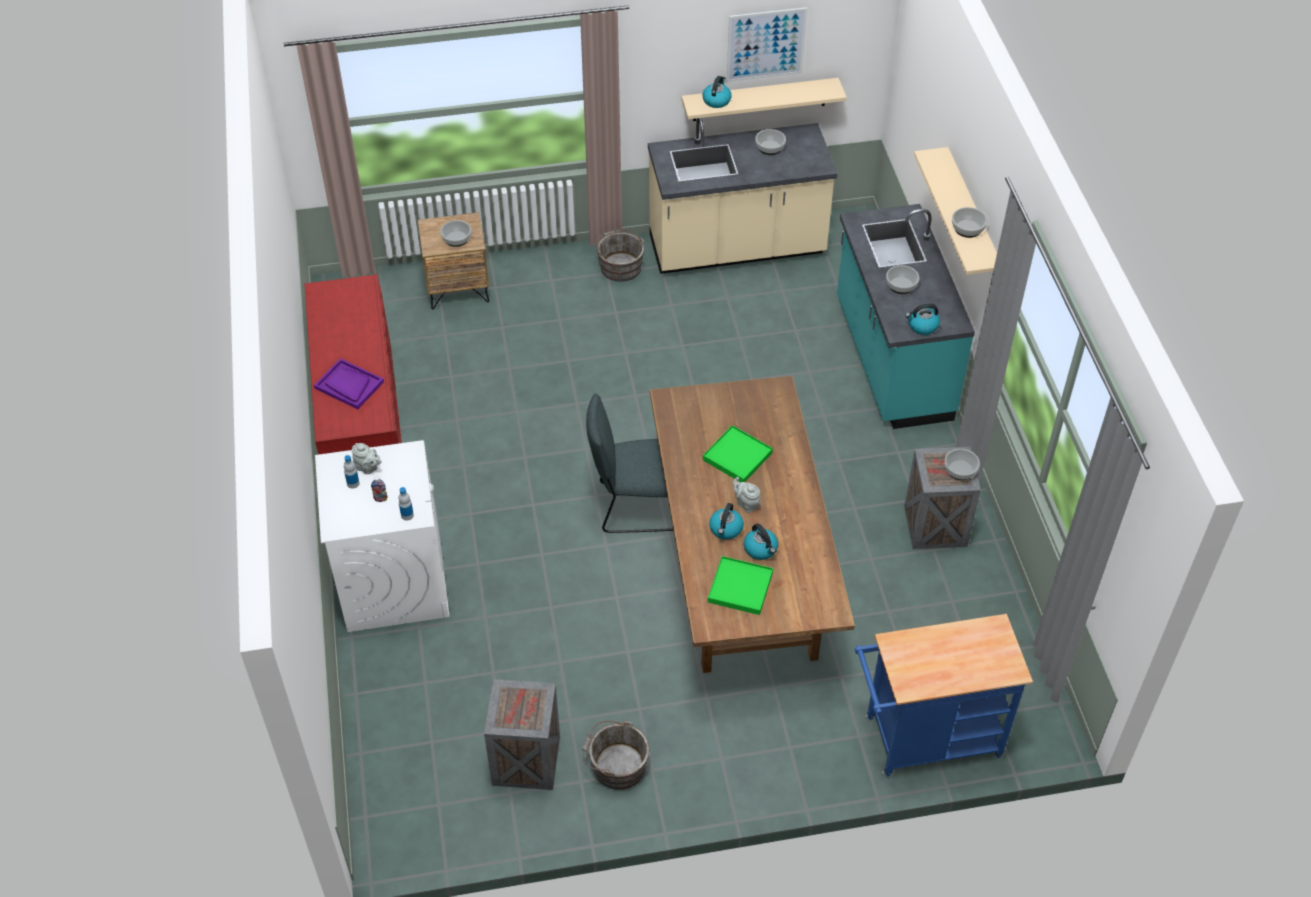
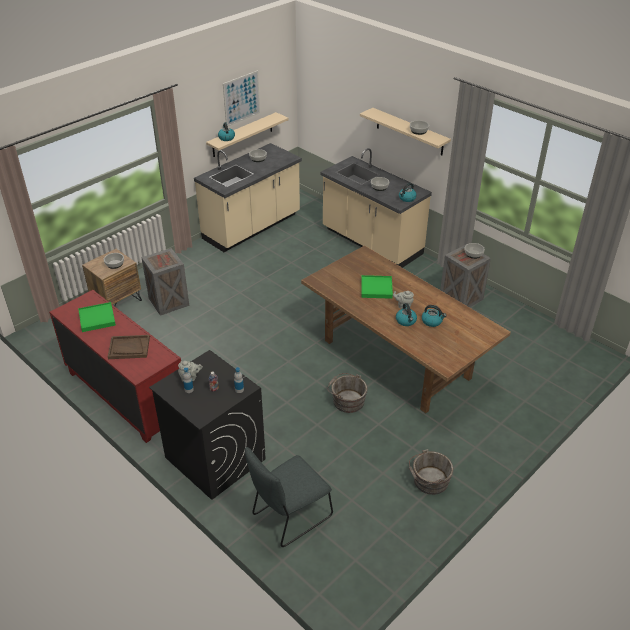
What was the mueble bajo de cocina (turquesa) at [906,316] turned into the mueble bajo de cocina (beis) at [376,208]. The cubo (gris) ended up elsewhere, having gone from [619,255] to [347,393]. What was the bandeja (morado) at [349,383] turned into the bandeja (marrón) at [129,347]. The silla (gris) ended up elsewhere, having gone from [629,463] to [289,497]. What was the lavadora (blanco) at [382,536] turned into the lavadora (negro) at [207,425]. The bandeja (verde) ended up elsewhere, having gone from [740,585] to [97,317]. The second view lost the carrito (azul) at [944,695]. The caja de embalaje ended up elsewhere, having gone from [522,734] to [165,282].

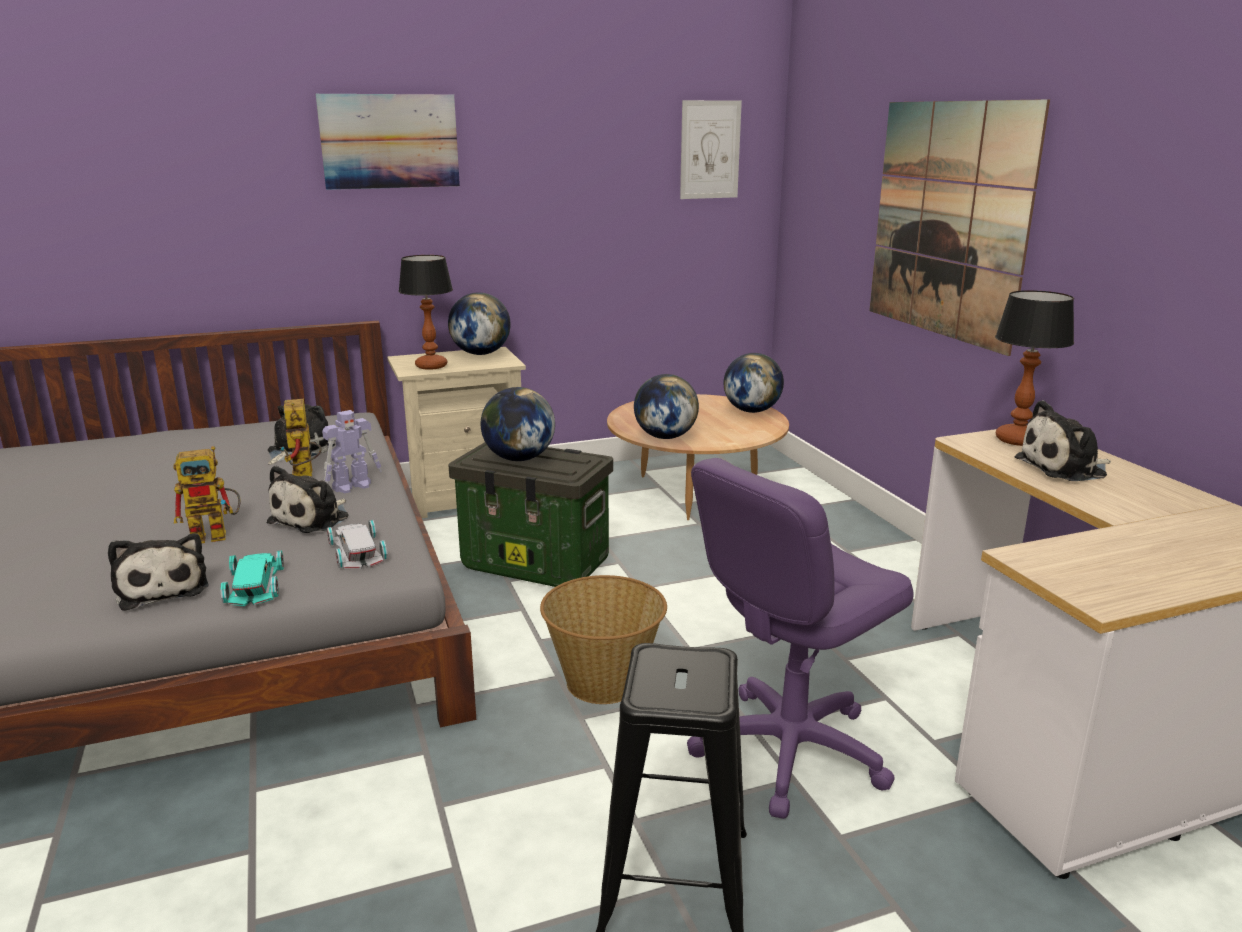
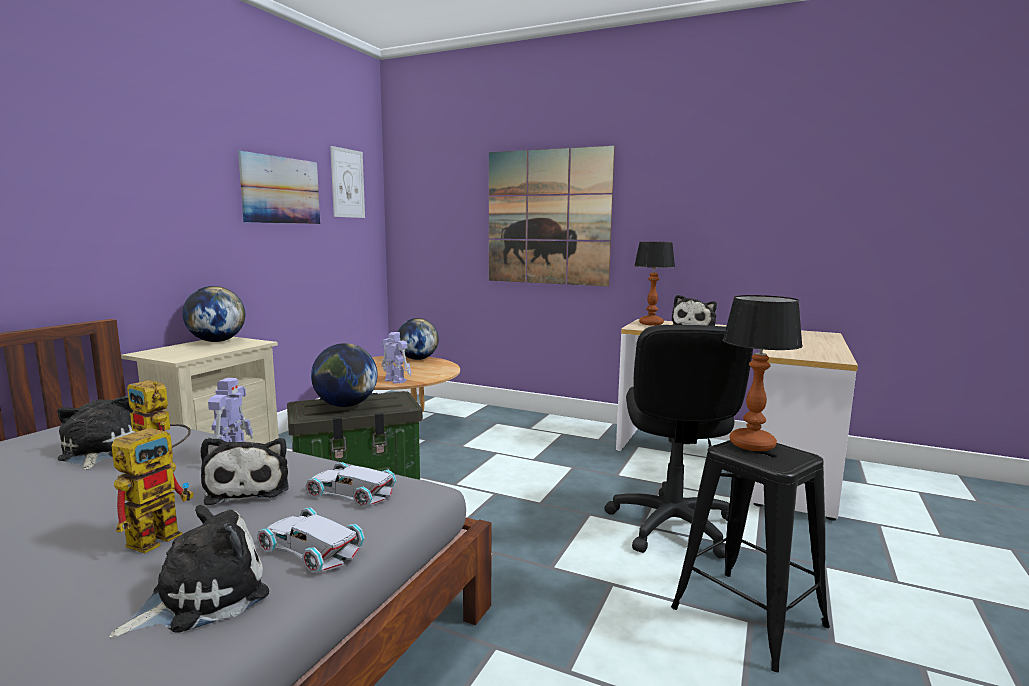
The cuadro ended up elsewhere, having gone from [388,142] to [279,187]. The lámpara de mesa ended up elsewhere, having gone from [425,312] to [763,373]. Where the globo terráqueo stood at [666,406], the robot de juguete came to stand at [396,358]. What was the silla de oficina (morado) at [800,638] turned into the silla de oficina (negro) at [678,441]. The peluche at [158,572] ended up facing another way, 60 degrees counterclockwise from before. What was the coche de juguete (turquesa) at [252,578] turned into the coche de juguete (blanco) at [311,540]. The second view lost the cesta at [603,639].

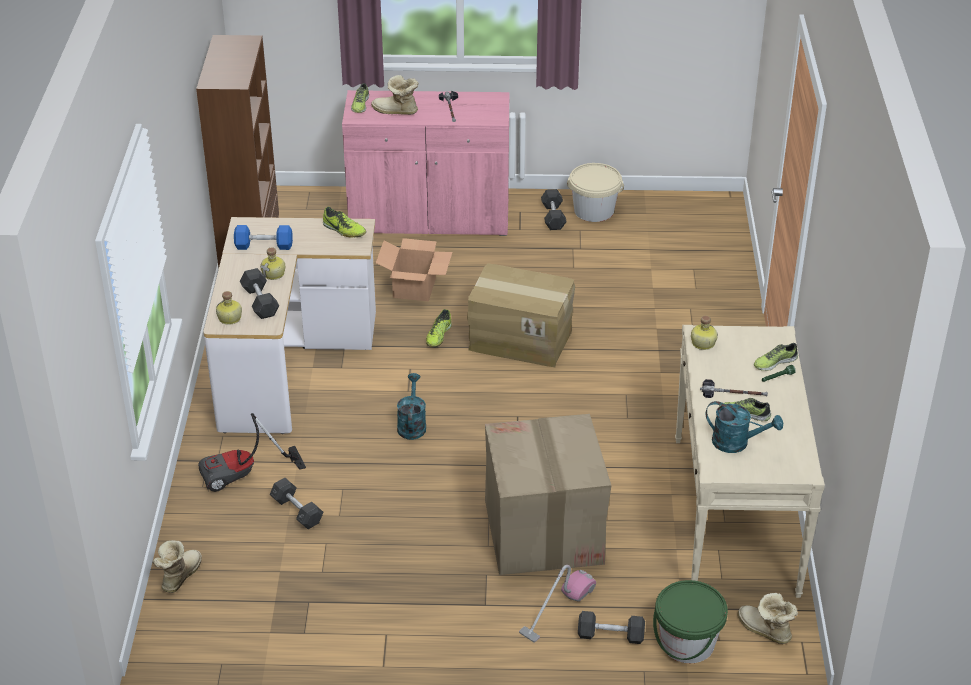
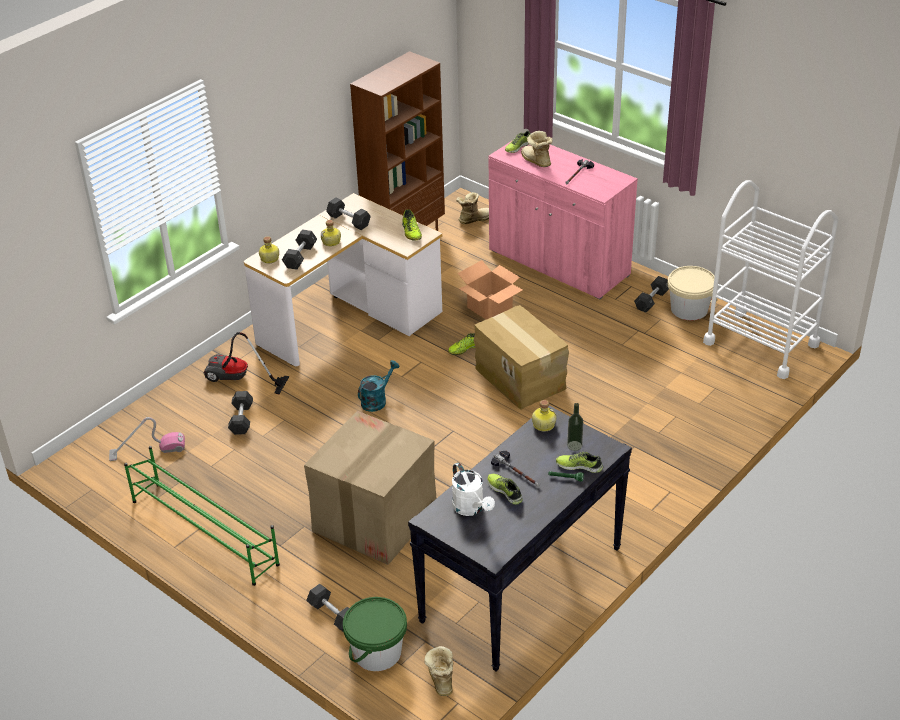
What was the mancuerna (azul) at [263,237] turned into the mancuerna (gris) at [348,213]. What was the mesa consola (beis) at [750,461] turned into the mesa consola (negro) at [520,538]. What was the regadera (turquesa) at [744,427] turned into the regadera (blanco) at [473,489]. The bota ended up elsewhere, having gone from [177,566] to [472,208]. The aspiradora ended up elsewhere, having gone from [557,603] to [147,439]. The second view gained the carrito (blanco) at [771,279]. The second view gained the botella at [575,427]. The second view gained the zapatero (verde) at [202,516].

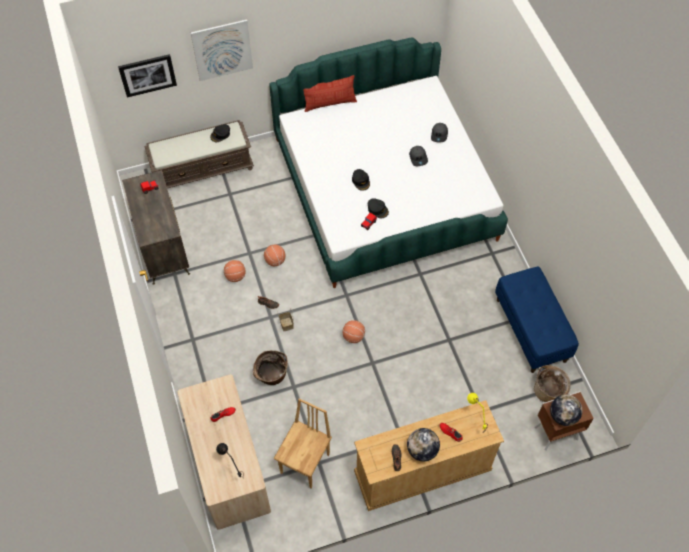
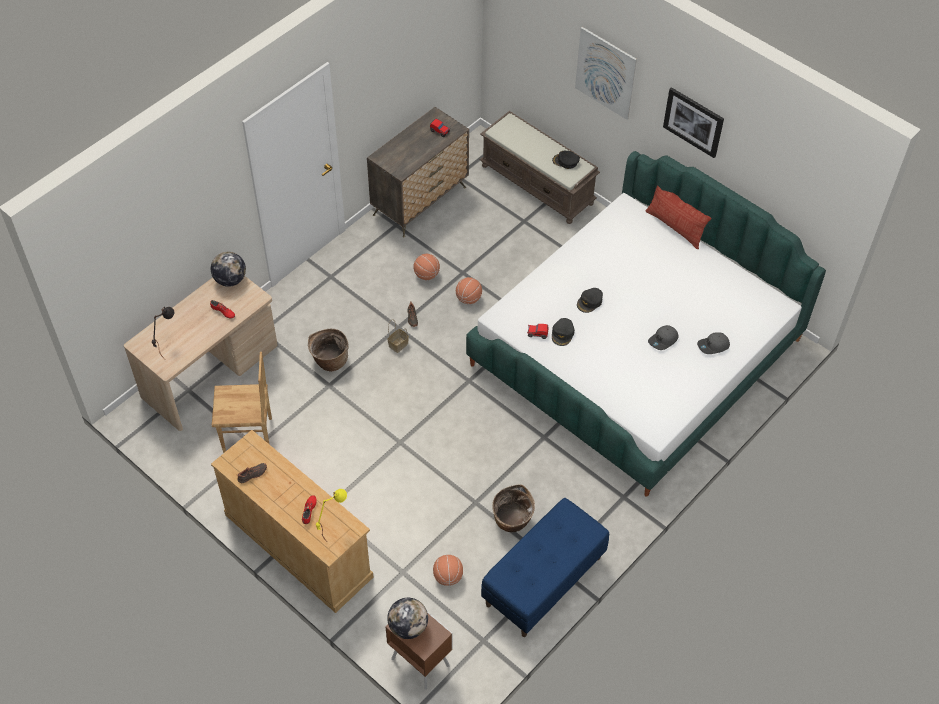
The cuadro ended up elsewhere, having gone from [147,76] to [693,122]. The balón de baloncesto ended up elsewhere, having gone from [354,331] to [448,570]. The cesta ended up elsewhere, having gone from [552,383] to [513,508]. The globo terráqueo ended up elsewhere, having gone from [423,444] to [228,269].

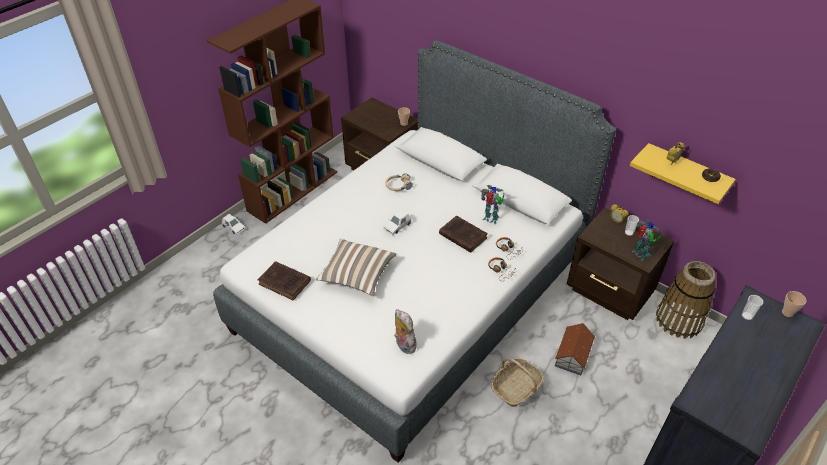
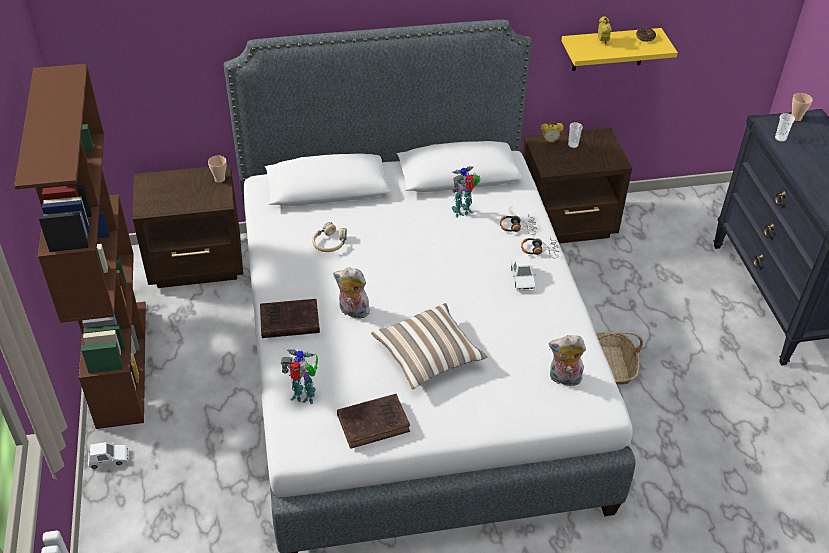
The coche de juguete (blanco) ended up elsewhere, having gone from [397,222] to [523,273]. The libro (marrón) ended up elsewhere, having gone from [463,234] to [290,318]. The robot de juguete ended up elsewhere, having gone from [647,240] to [299,376]. The second view lost the cesta at [686,300]. The second view lost the casita at [575,349]. The second view gained the peluche at [351,293].

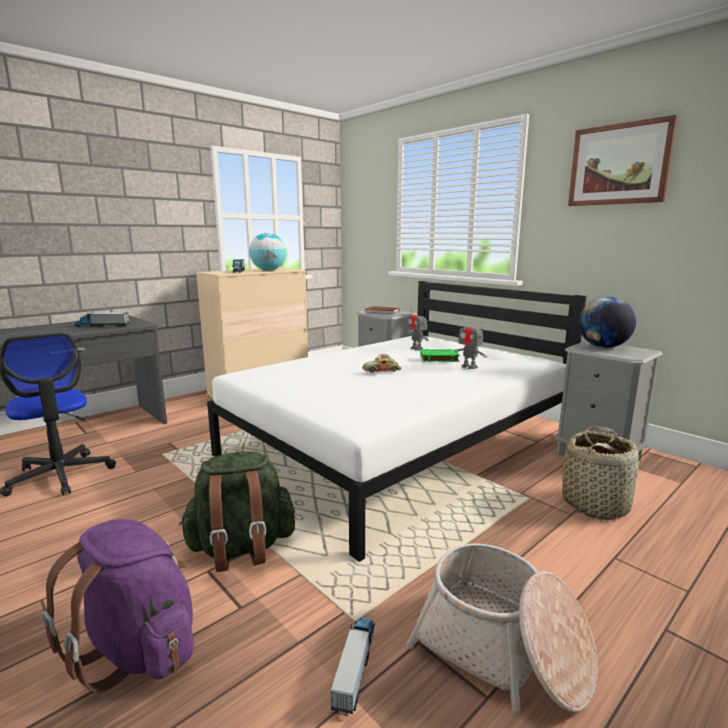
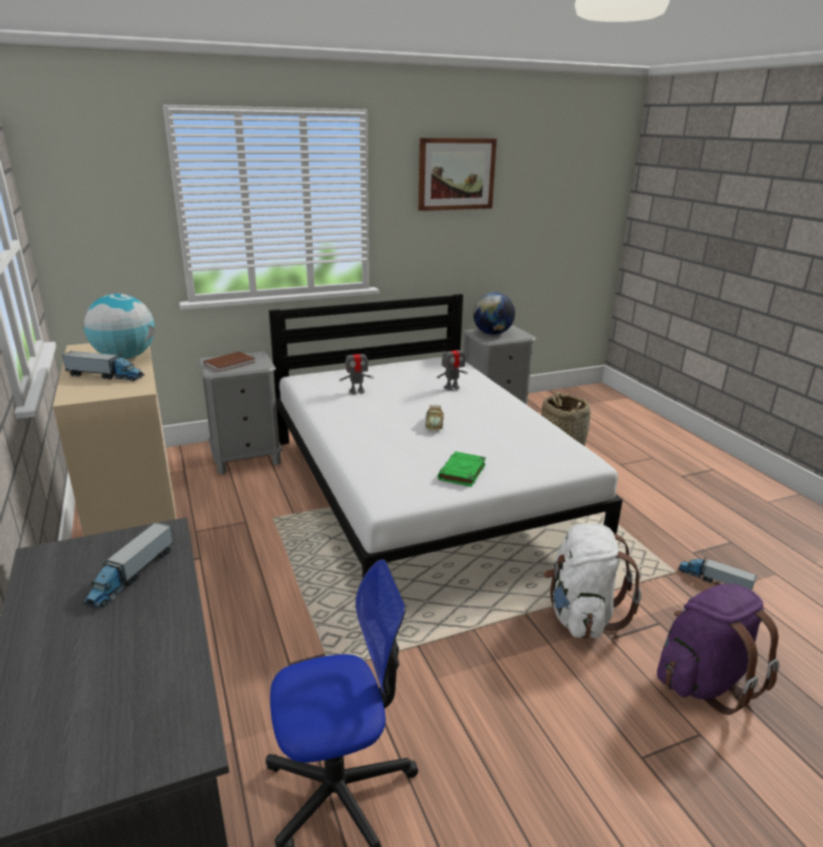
The libro (verde) ended up elsewhere, having gone from [440,355] to [462,469]. What was the mochila (verde) at [237,512] turned into the mochila (blanco) at [592,581]. The second view lost the cesta at [502,627].

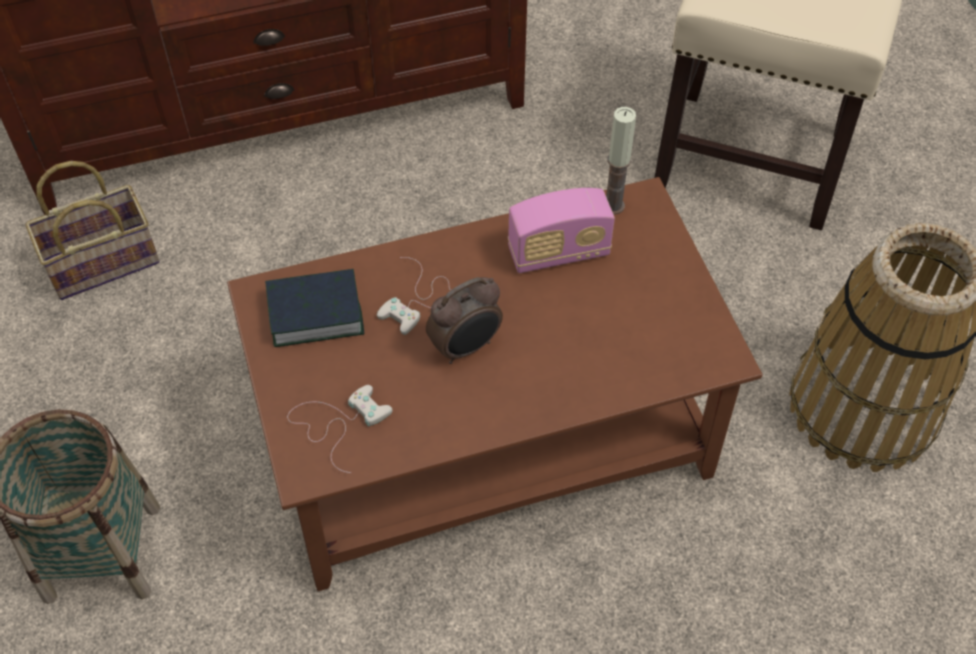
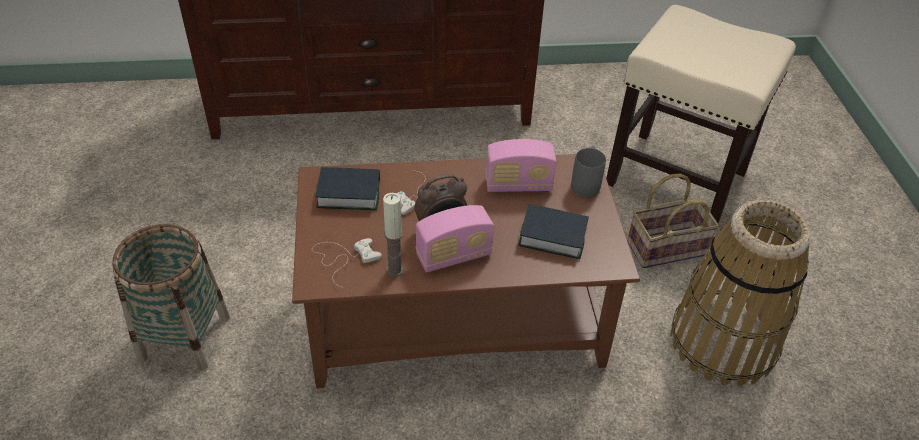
The vela ended up elsewhere, having gone from [621,161] to [393,235]. The cesta ended up elsewhere, having gone from [92,230] to [673,220]. The second view gained the taza grande (gris) at [588,171]. The second view gained the libro at [553,231]. The second view gained the radio at [455,238].

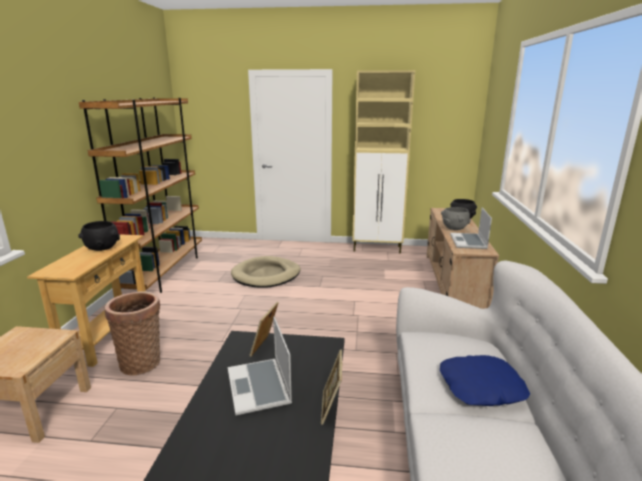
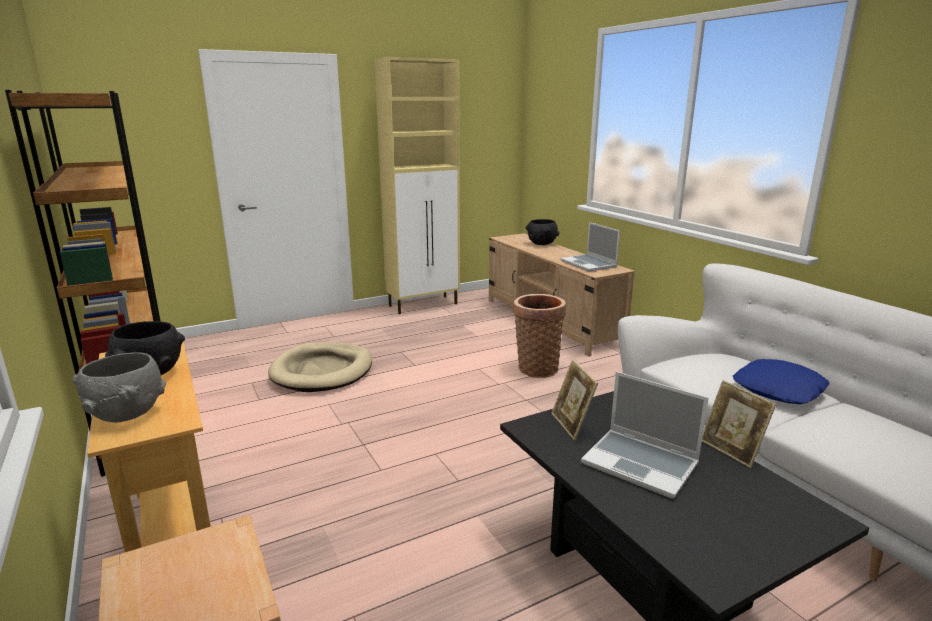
The cuenco (gris) ended up elsewhere, having gone from [456,218] to [119,387]. The cesta ended up elsewhere, having gone from [133,333] to [539,336].

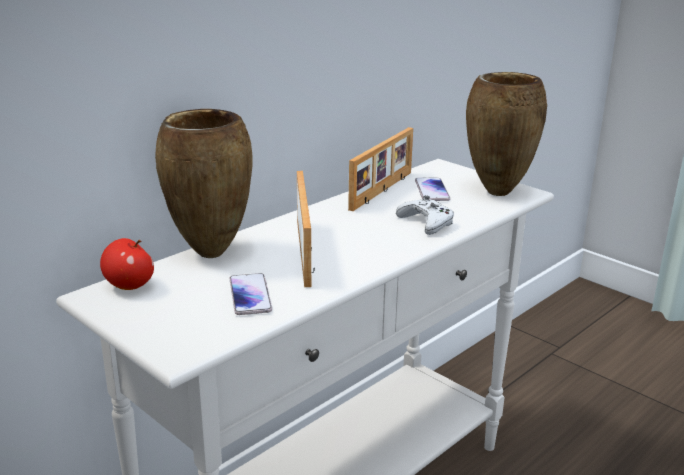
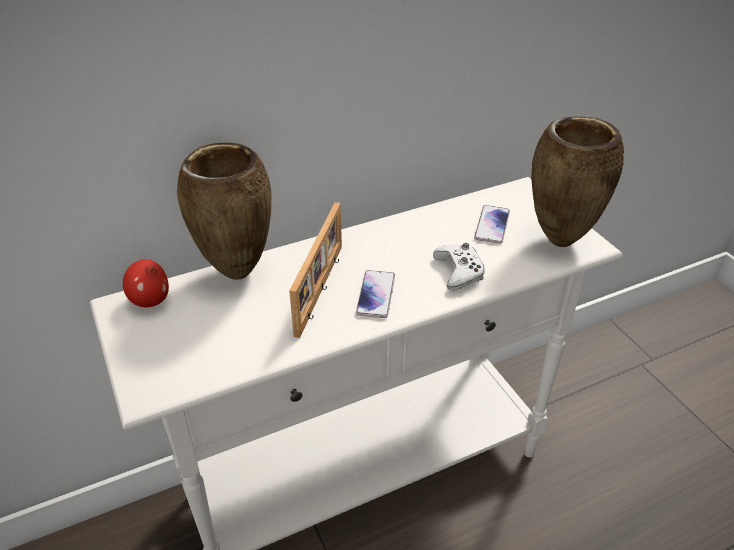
The second view lost the portarretratos at [380,169]. The móvil ended up elsewhere, having gone from [250,294] to [375,294].

